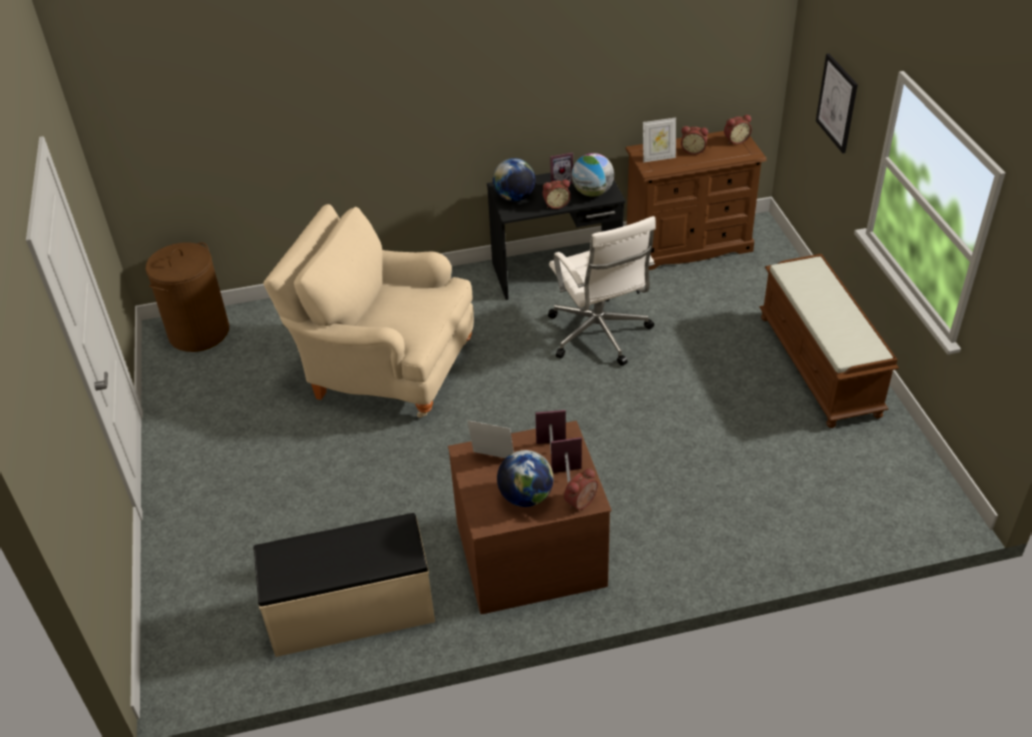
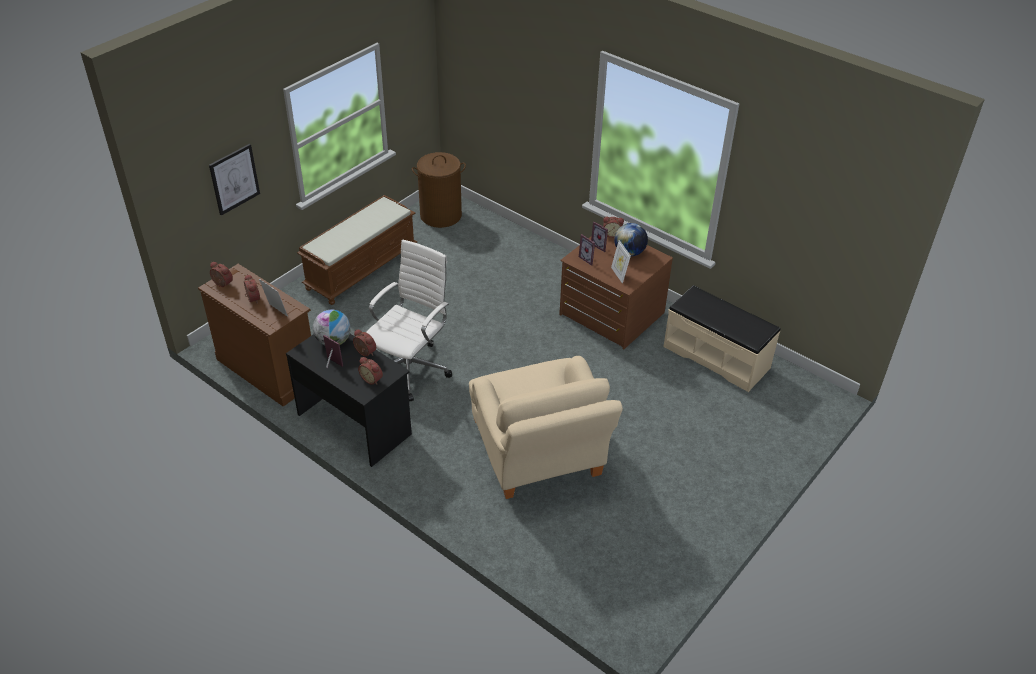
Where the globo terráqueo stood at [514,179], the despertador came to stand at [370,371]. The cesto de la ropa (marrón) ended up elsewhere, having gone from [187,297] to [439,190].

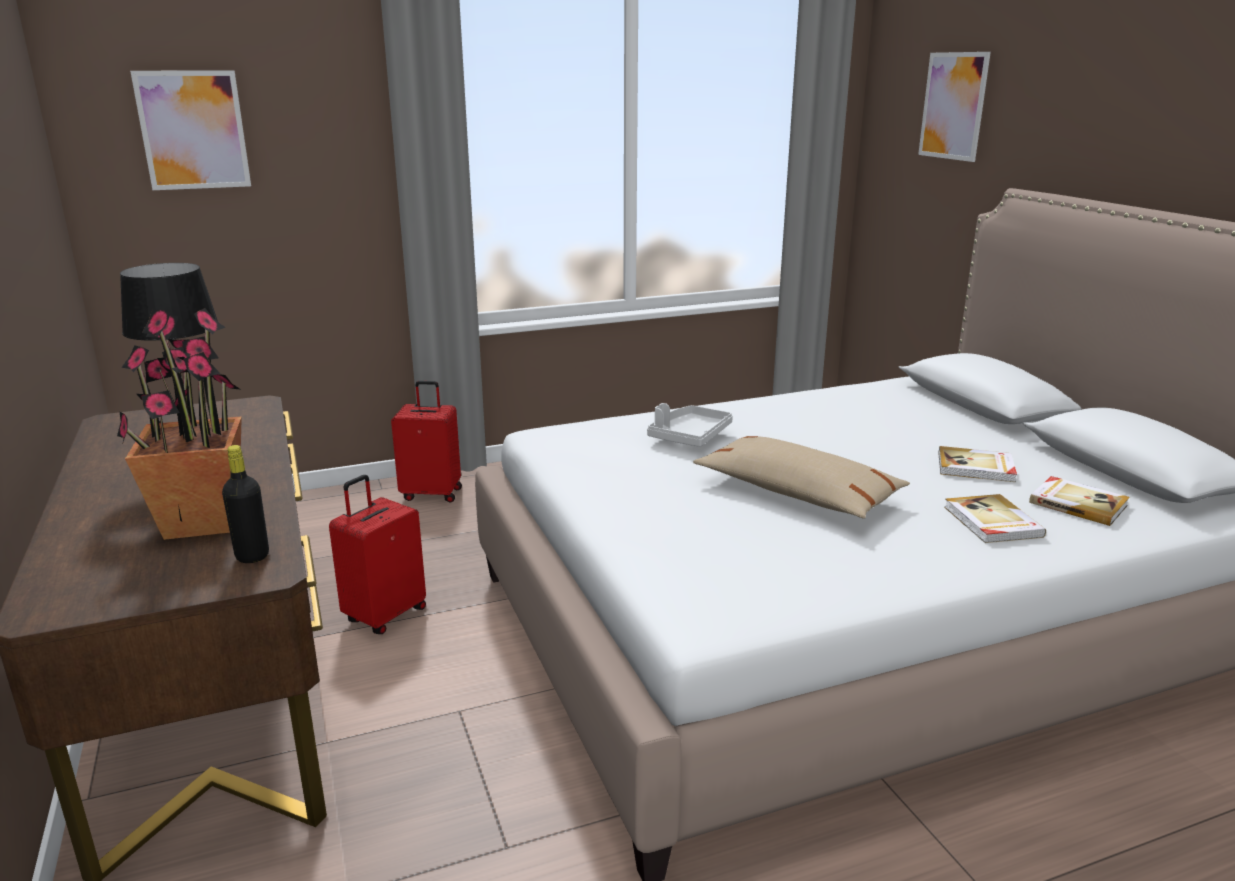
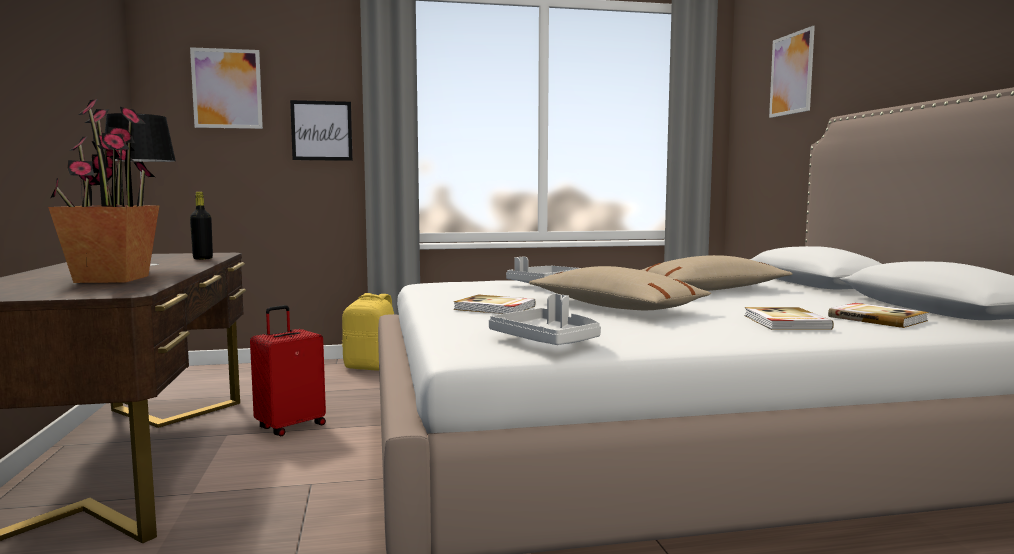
Where the maleta (rojo) stood at [426,441], the mochila (amarillo) came to stand at [368,332]. The botella (negro) ended up elsewhere, having gone from [245,504] to [201,226]. The libro ended up elsewhere, having gone from [978,464] to [495,304]. The second view gained the cuadro at [321,130]. The second view gained the cojín (beis) at [717,273]. The second view gained the bandeja (gris) at [545,319].

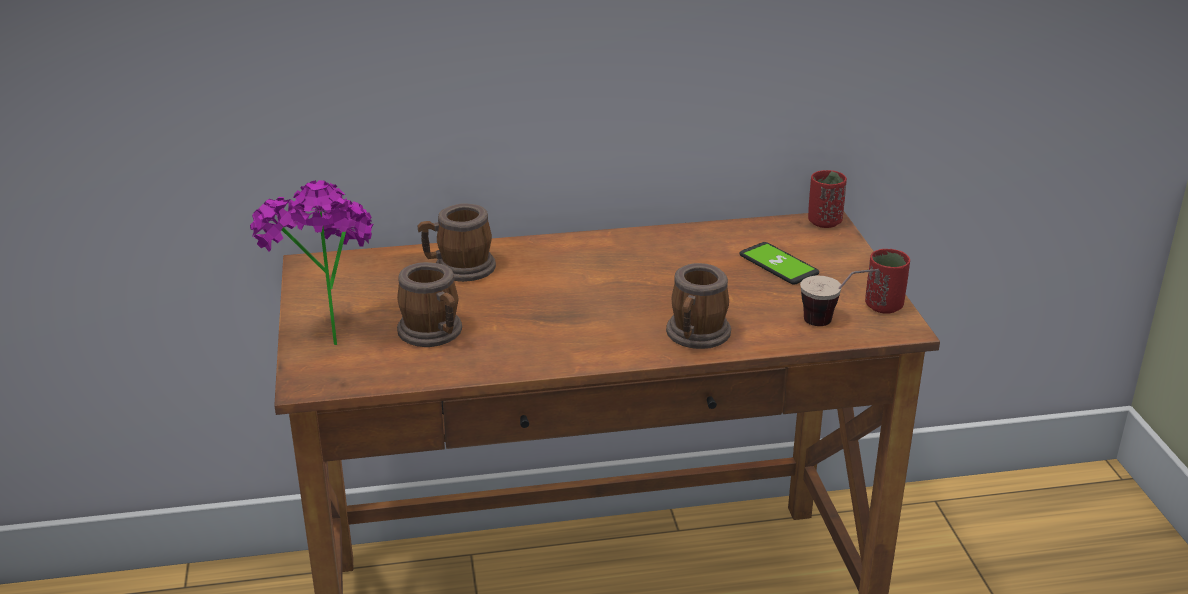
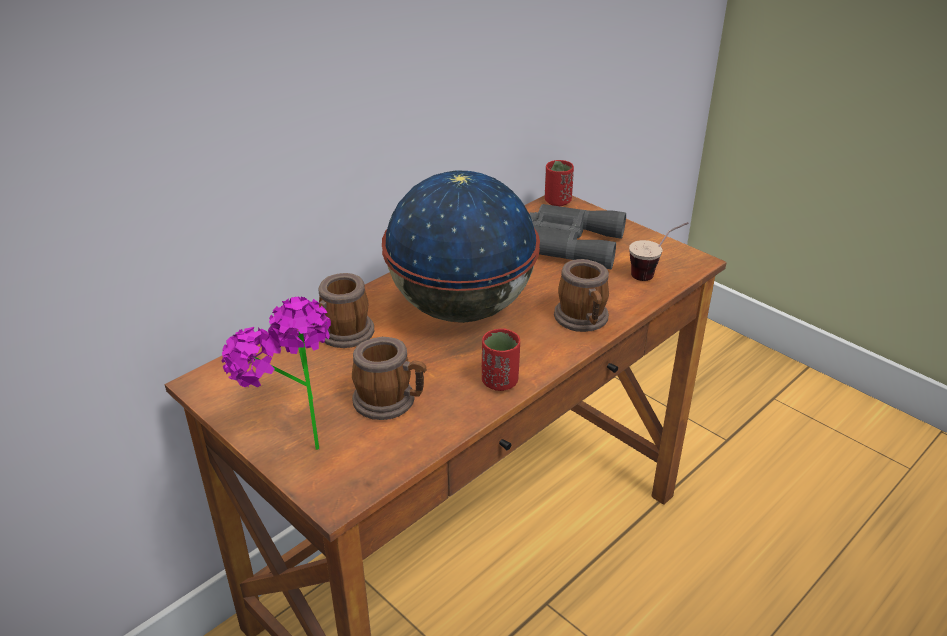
Where the móvil stood at [779,263], the prismáticos (gris) came to stand at [578,236]. The taza (rojo) ended up elsewhere, having gone from [887,281] to [501,360]. The second view gained the globo terráqueo at [461,246].

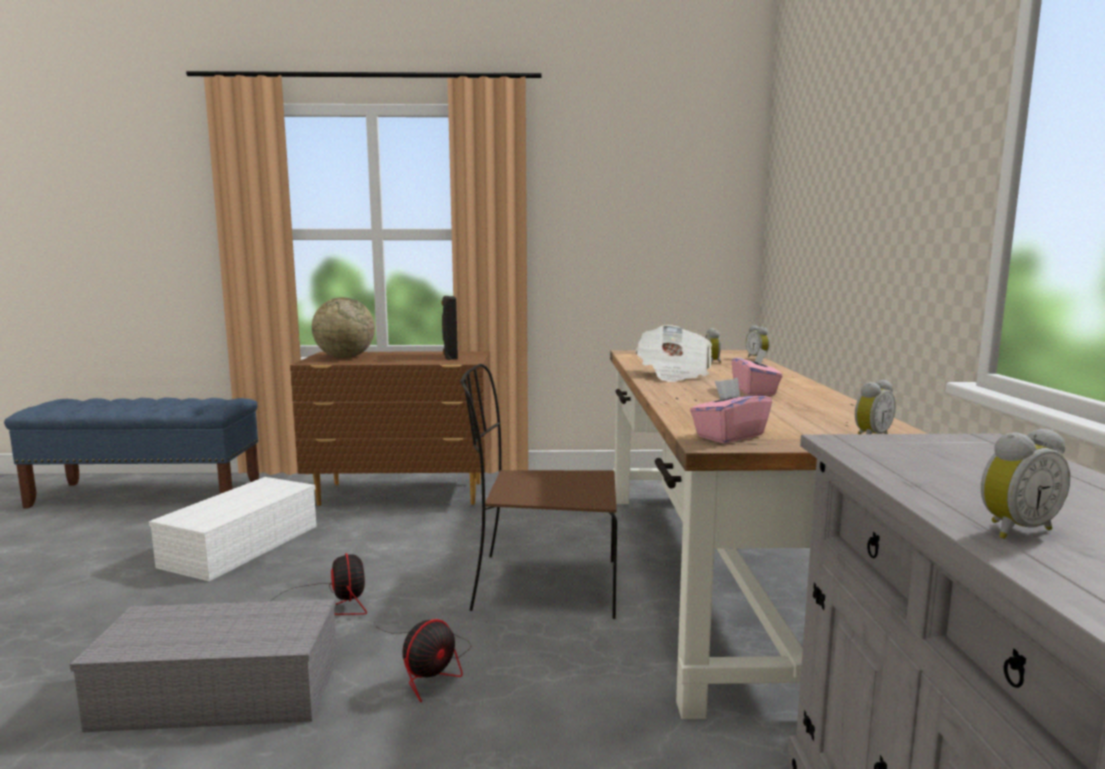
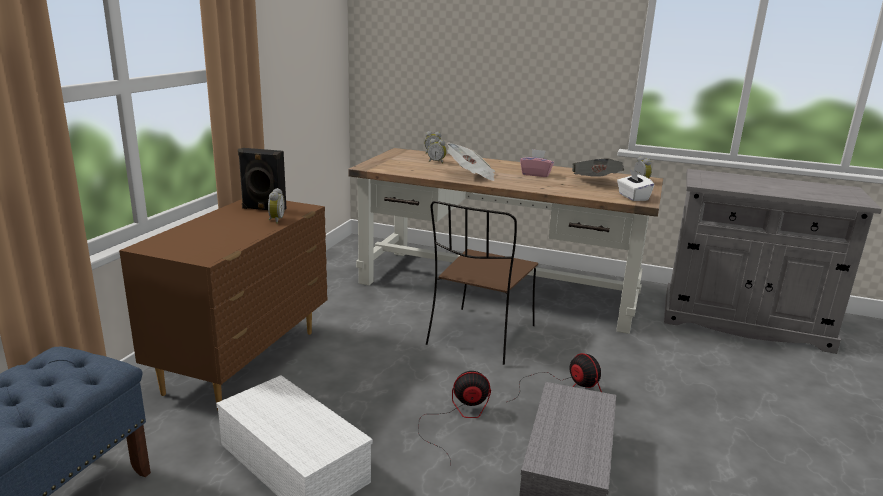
The second view lost the globo terráqueo at [343,327]. What was the caja de pañuelos (rosa) at [731,410] turned into the caja de pañuelos (blanco) at [635,185]. The despertador ended up elsewhere, having gone from [1025,484] to [276,206]. The second view gained the periódico at [598,168].

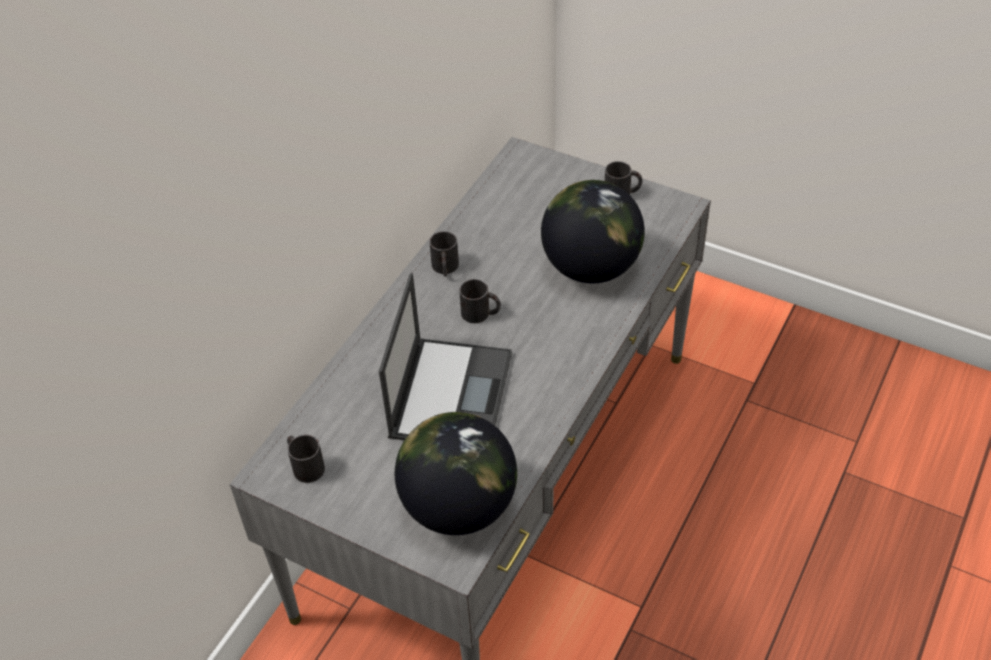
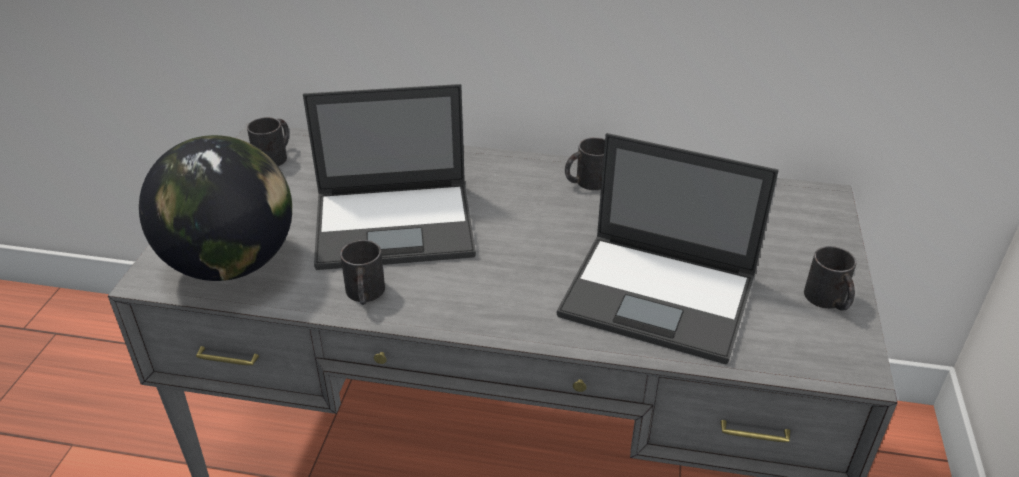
Where the globo terráqueo stood at [593,231], the portátil came to stand at [668,248]. The taza grande (negro) ended up elsewhere, having gone from [480,301] to [362,272].

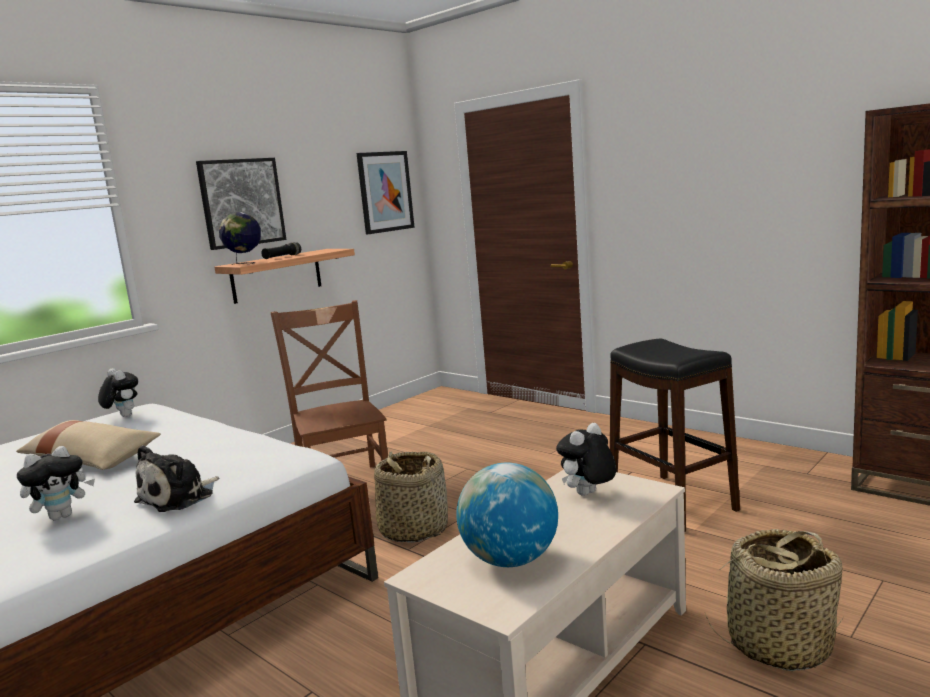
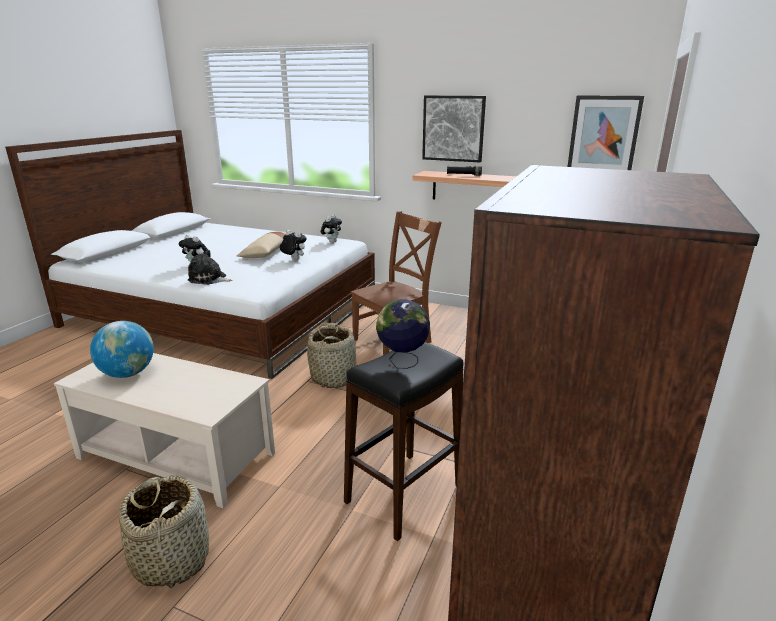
The globo terráqueo ended up elsewhere, having gone from [240,238] to [403,334]. The peluche ended up elsewhere, having gone from [586,459] to [293,245].

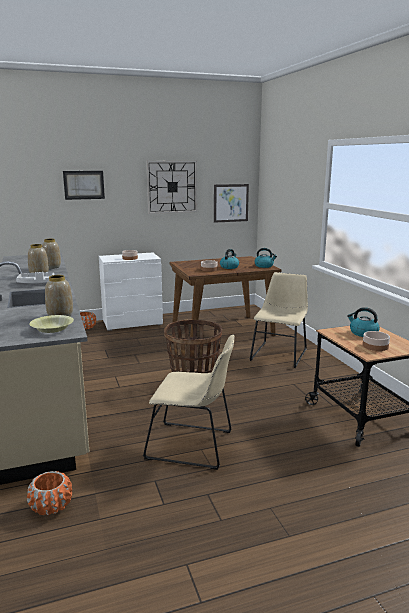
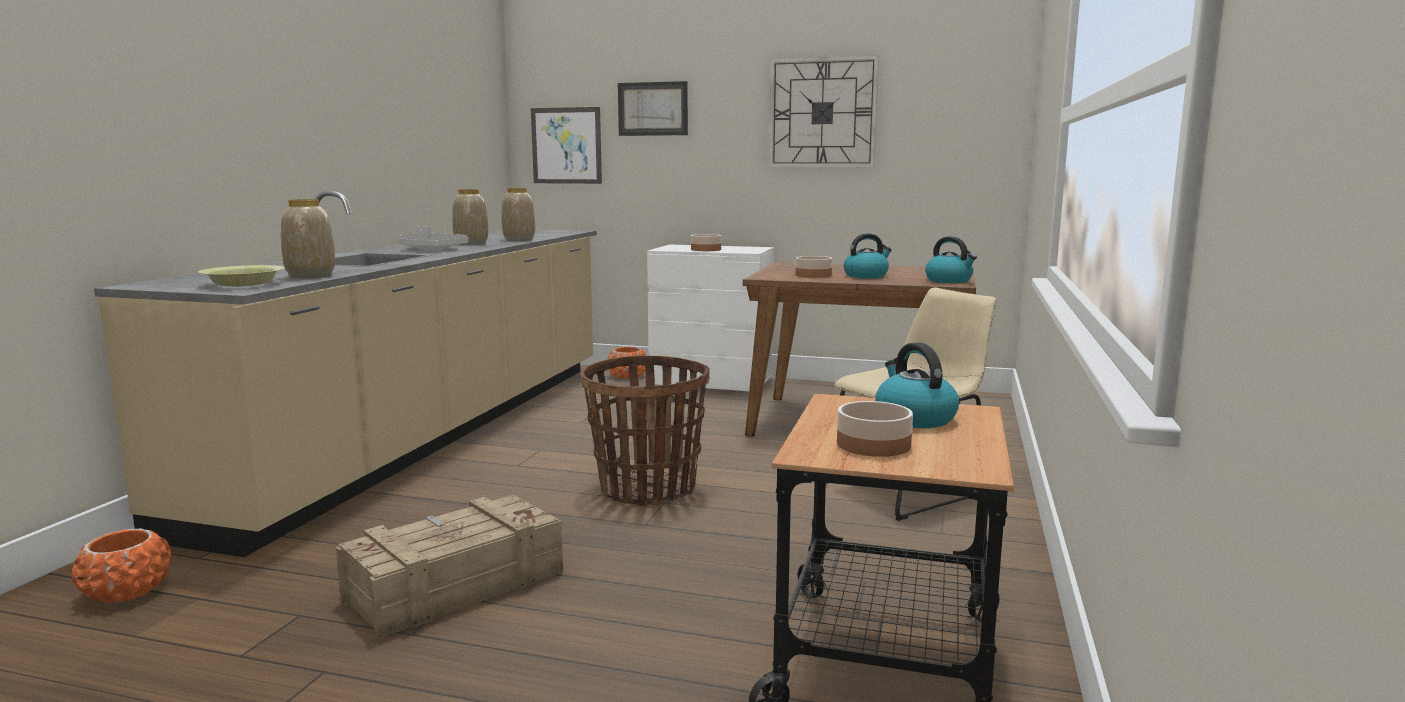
The cuadro ended up elsewhere, having gone from [231,203] to [566,145]. Where the silla (beis) stood at [188,402], the caja de embalaje came to stand at [449,567].

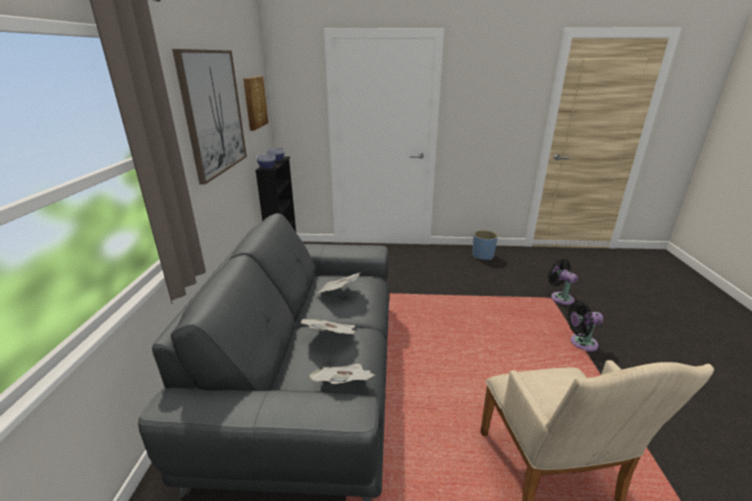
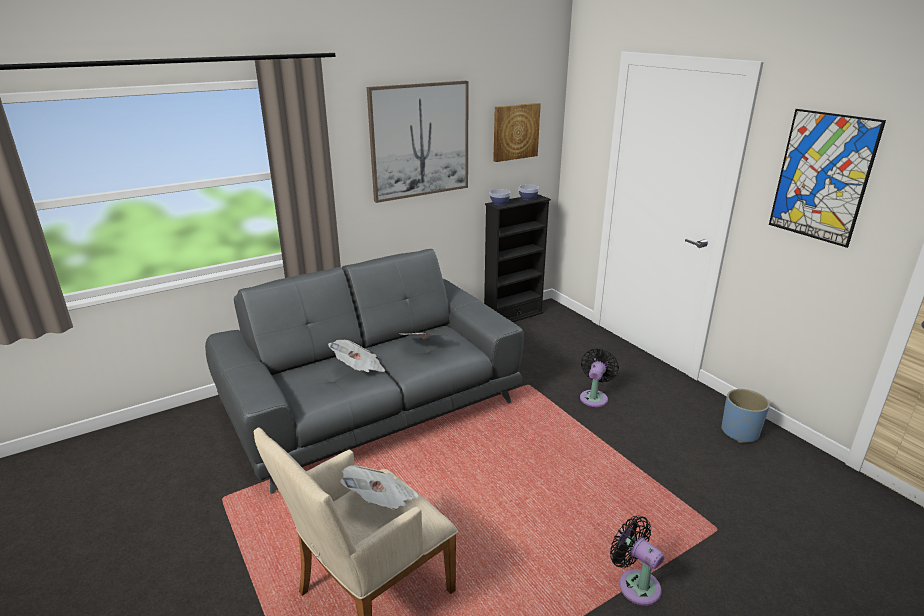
The ventilador (negro) ended up elsewhere, having gone from [563,282] to [599,377]. The periódico ended up elsewhere, having gone from [342,374] to [379,487]. The second view gained the cuadro at [827,178].

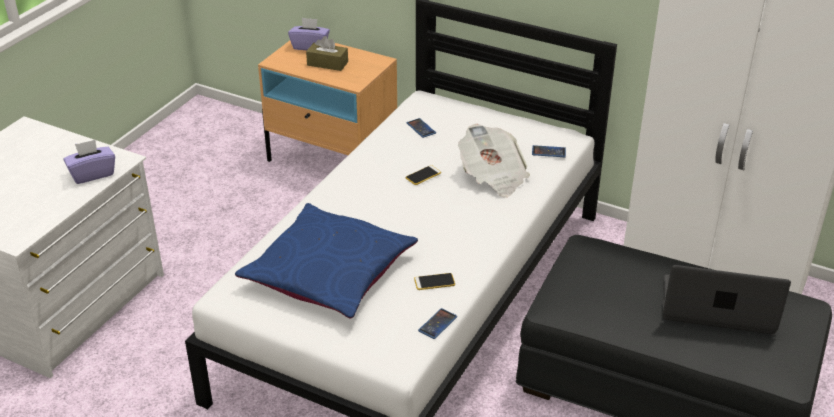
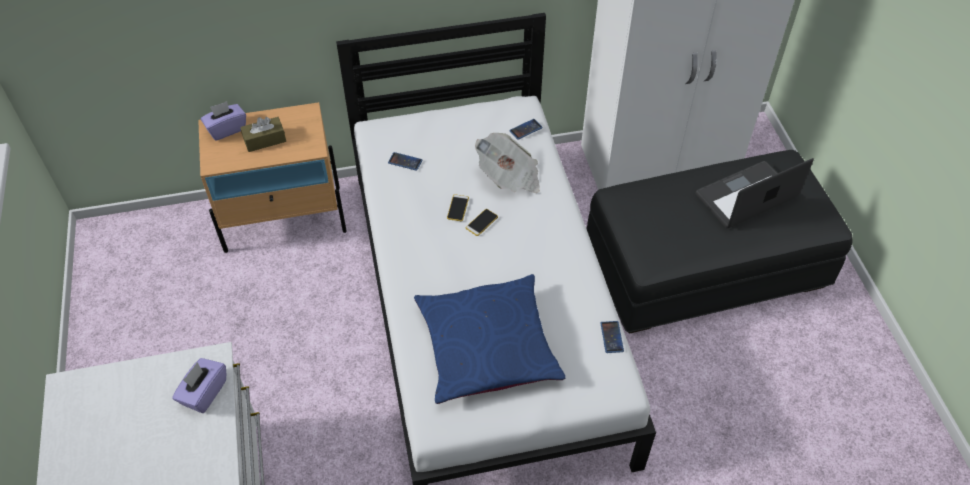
The móvil ended up elsewhere, having gone from [434,281] to [482,222].

